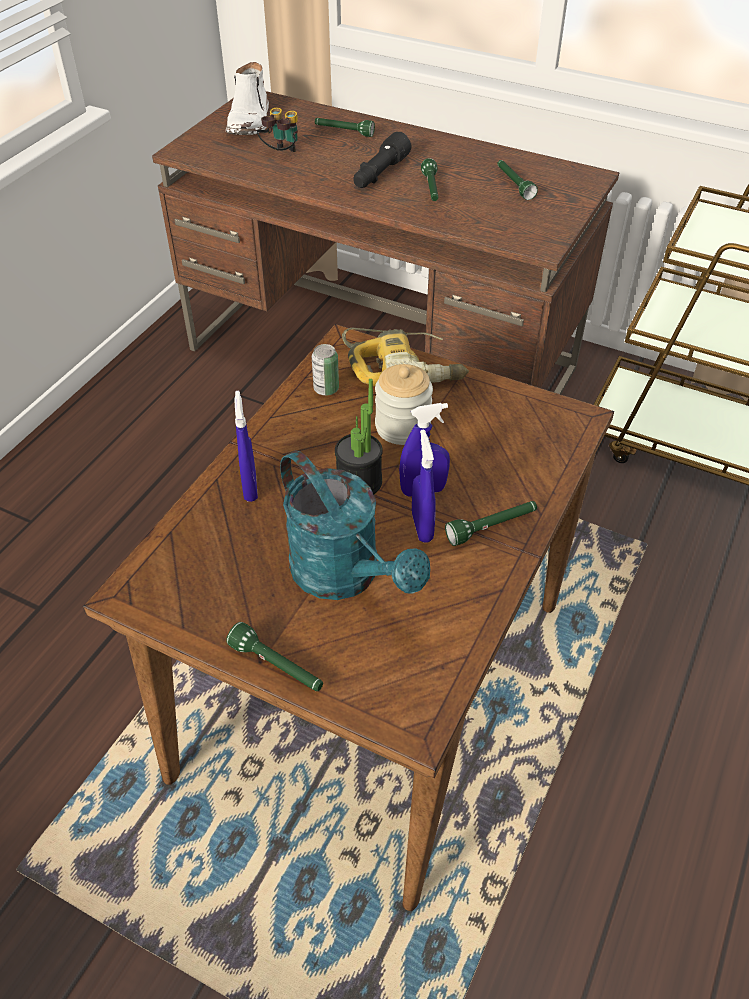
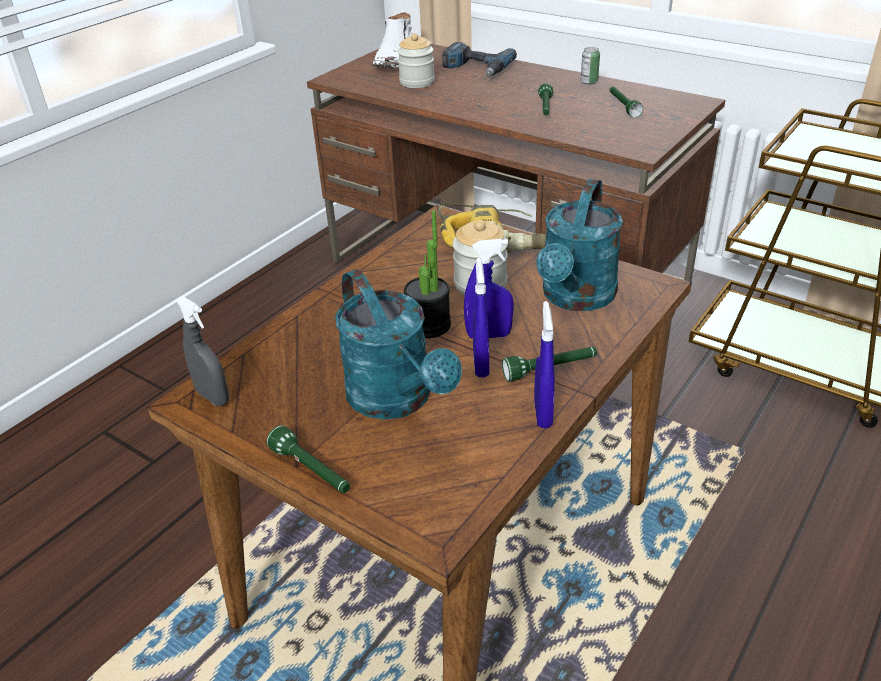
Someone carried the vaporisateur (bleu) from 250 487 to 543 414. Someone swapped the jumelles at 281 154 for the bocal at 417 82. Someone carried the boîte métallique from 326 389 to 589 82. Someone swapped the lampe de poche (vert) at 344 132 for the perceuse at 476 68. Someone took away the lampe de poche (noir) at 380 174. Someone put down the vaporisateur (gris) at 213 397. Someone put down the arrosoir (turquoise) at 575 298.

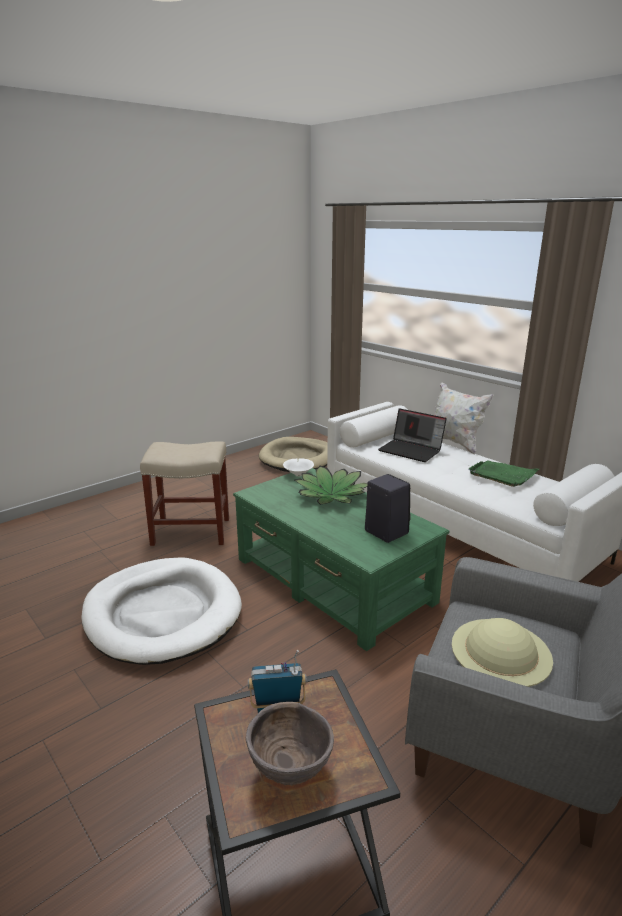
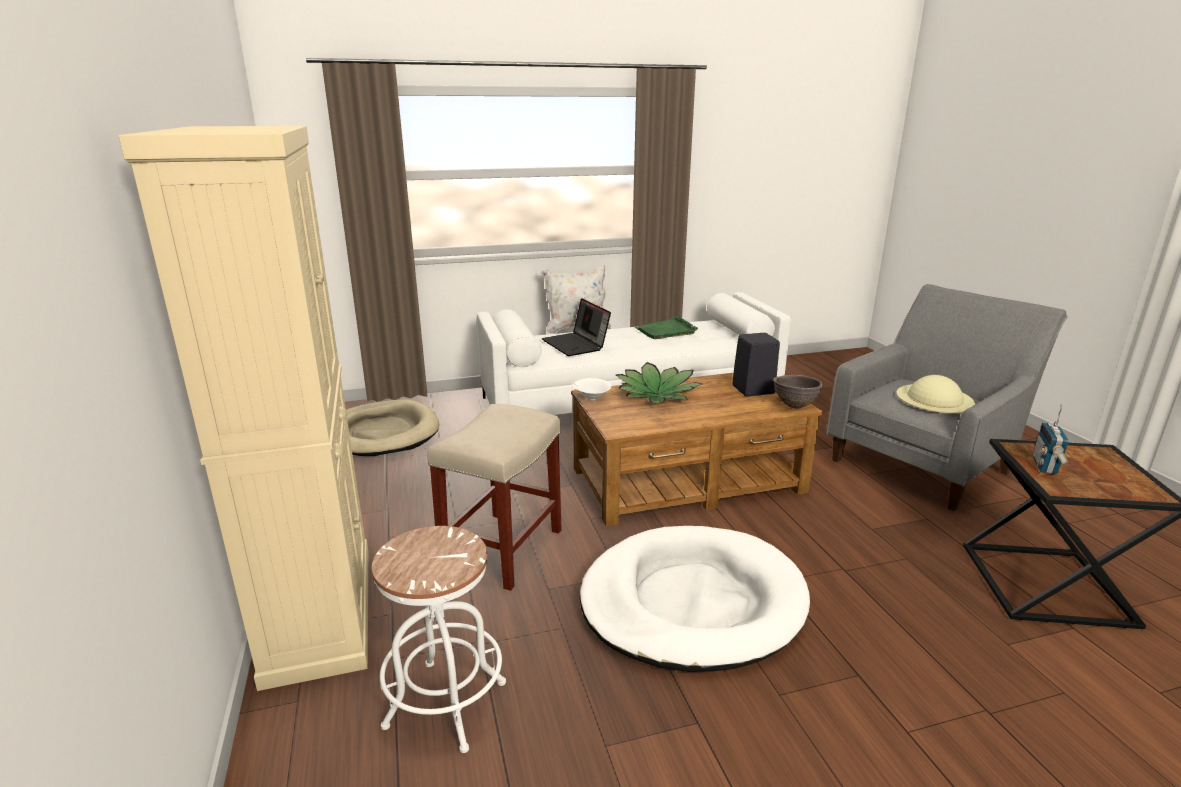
Someone repainted the table basse (vert) at 333 580, which became the table basse (marron) at 688 480. Someone carried the bol (marron) from 290 769 to 795 406. Someone rotated the ordinateur portable at 411 450 by 90 degrees clockwise. Someone put down the meuble de rangement (beige) at 320 610. Someone put down the tabouret (blanc) at 445 704.

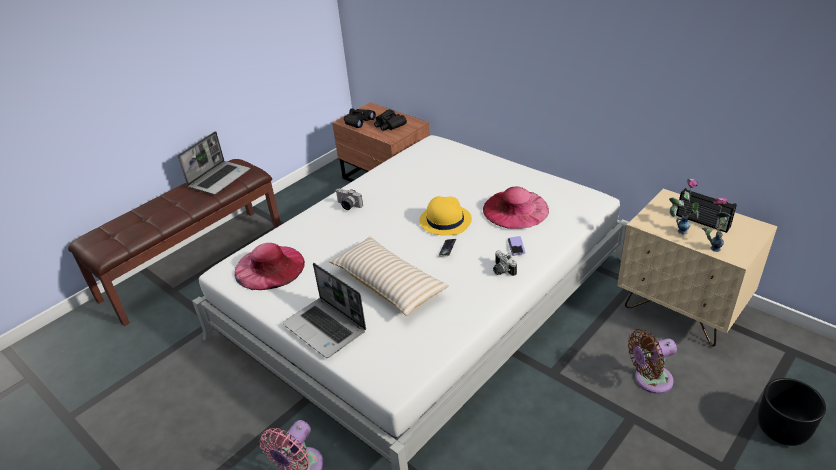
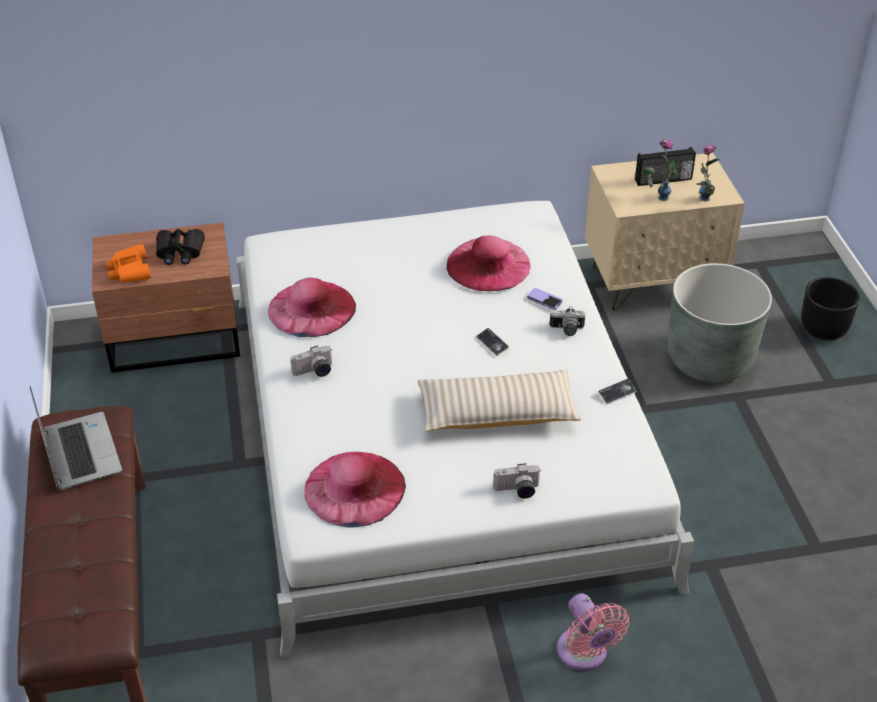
Someone swapped the ordinateur portable at 326 328 for the appareil photo at 517 491. Someone repainted the jumelles (noir) at 358 122, which became the jumelles (orange) at 130 270. Someone took away the chapeau (jaune) at 445 220. Someone swapped the ventilateur (marron) at 649 380 for the cache-pot (gris) at 710 358. Someone put down the chapeau (rose) at 311 308. Someone put down the téléphone at 617 393.

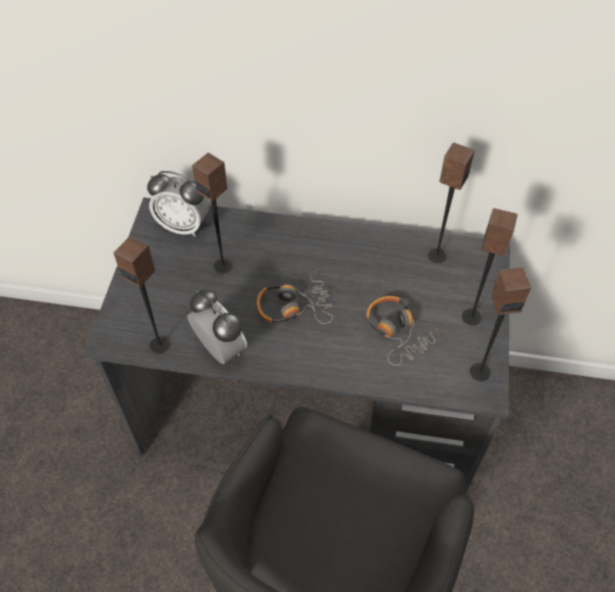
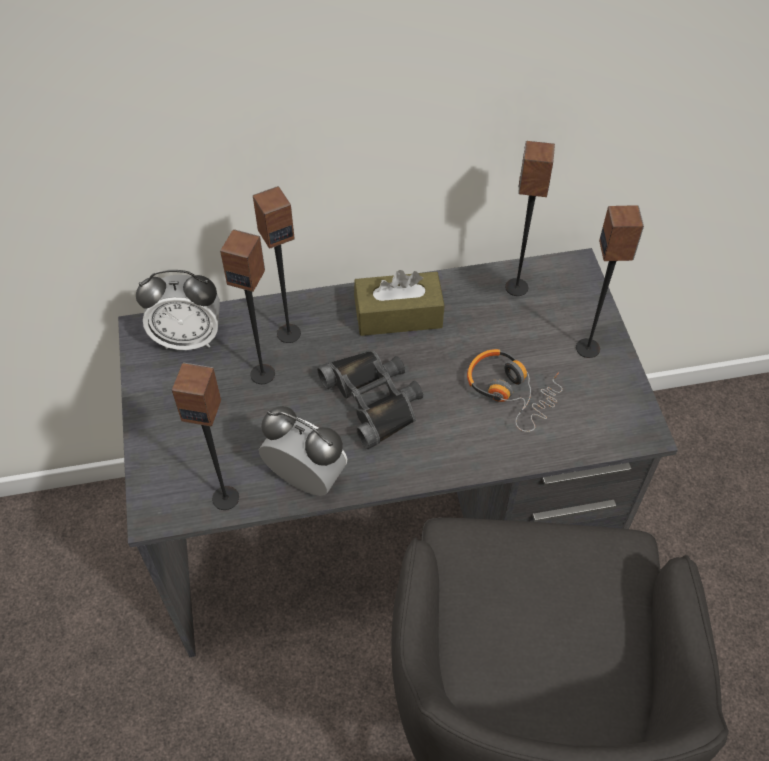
Someone swapped the casque audio at 294 307 for the jumelles (noir) at 374 399. Someone carried the enceinte from 479 371 to 288 333. Someone put down the boîte à mouchoirs (marron) at 398 315.

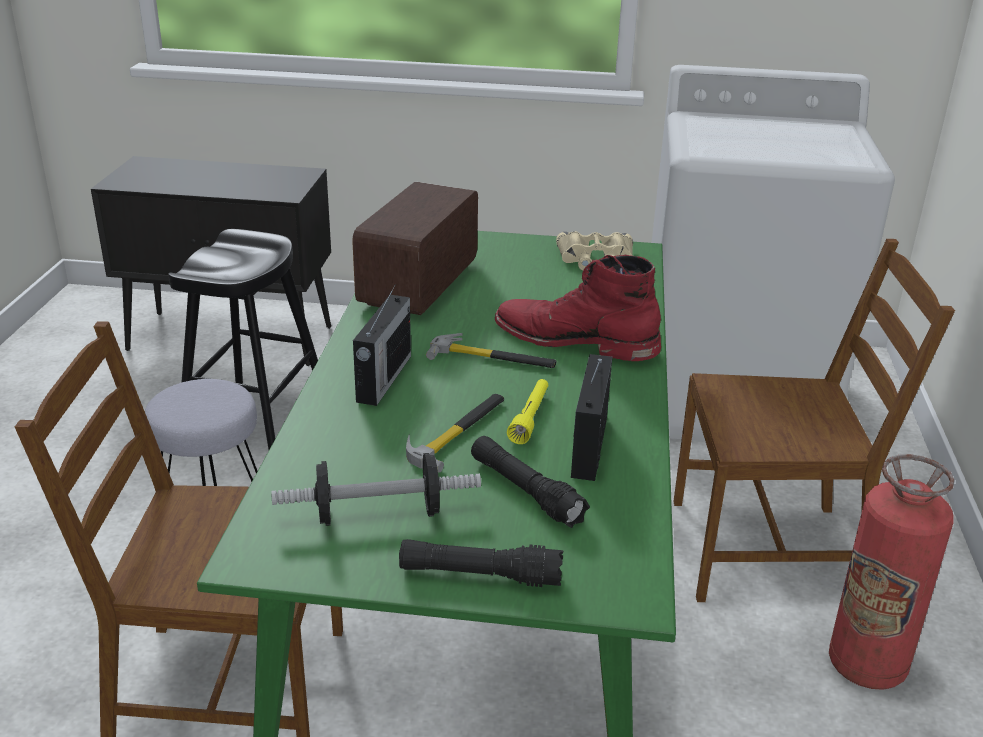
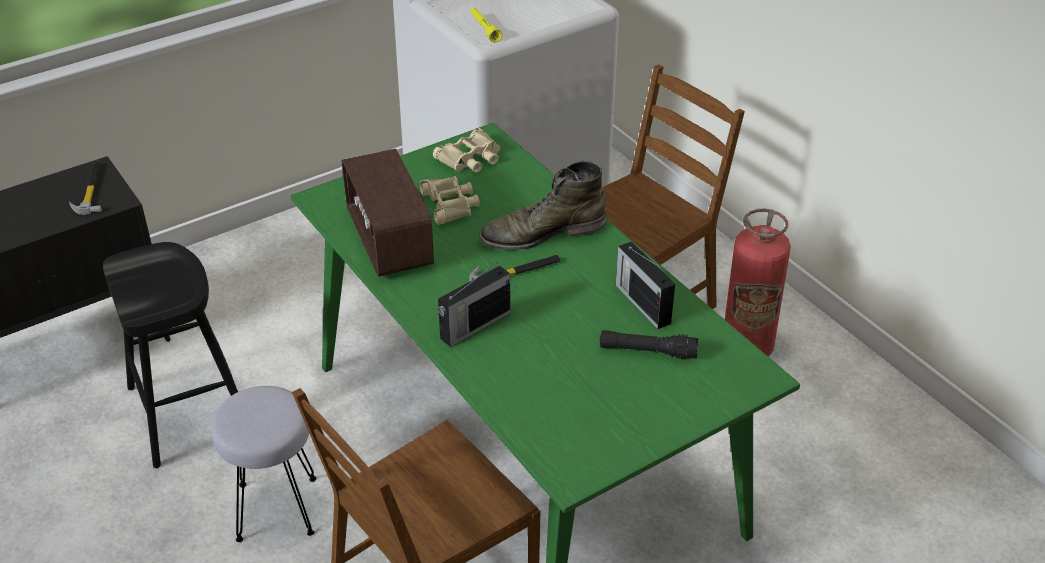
Someone took away the haltère at 378 514. Someone rotated the radio at 383 379 by 75 degrees clockwise. Someone took away the lampe de poche (noir) at 480 575. Someone carried the marteau from 458 432 to 91 189. Someone repainted the botte (rouge) at 575 340, which became the botte (vert) at 542 232. Someone carried the lampe de poche (jaune) from 530 418 to 484 29. Someone put down the jumelles (beige) at 450 204.

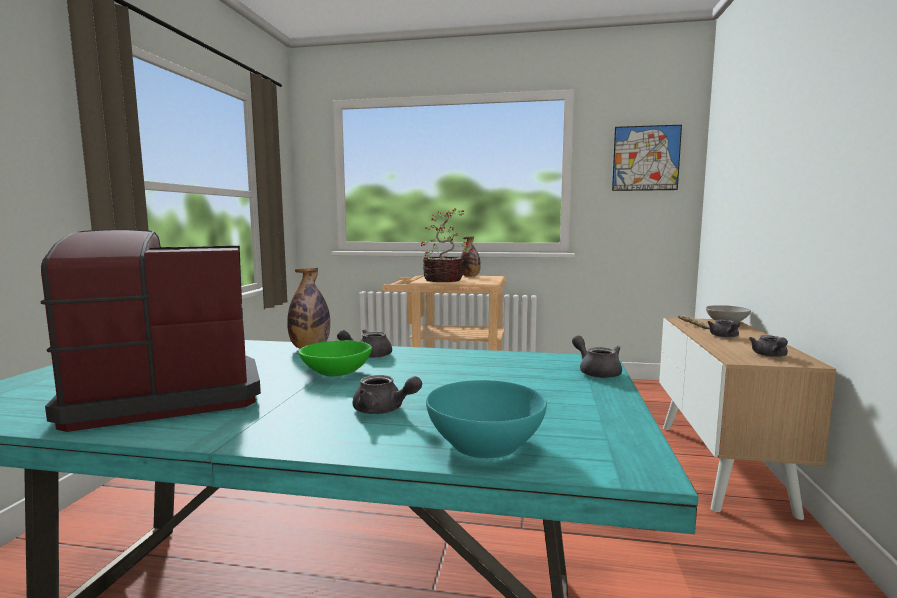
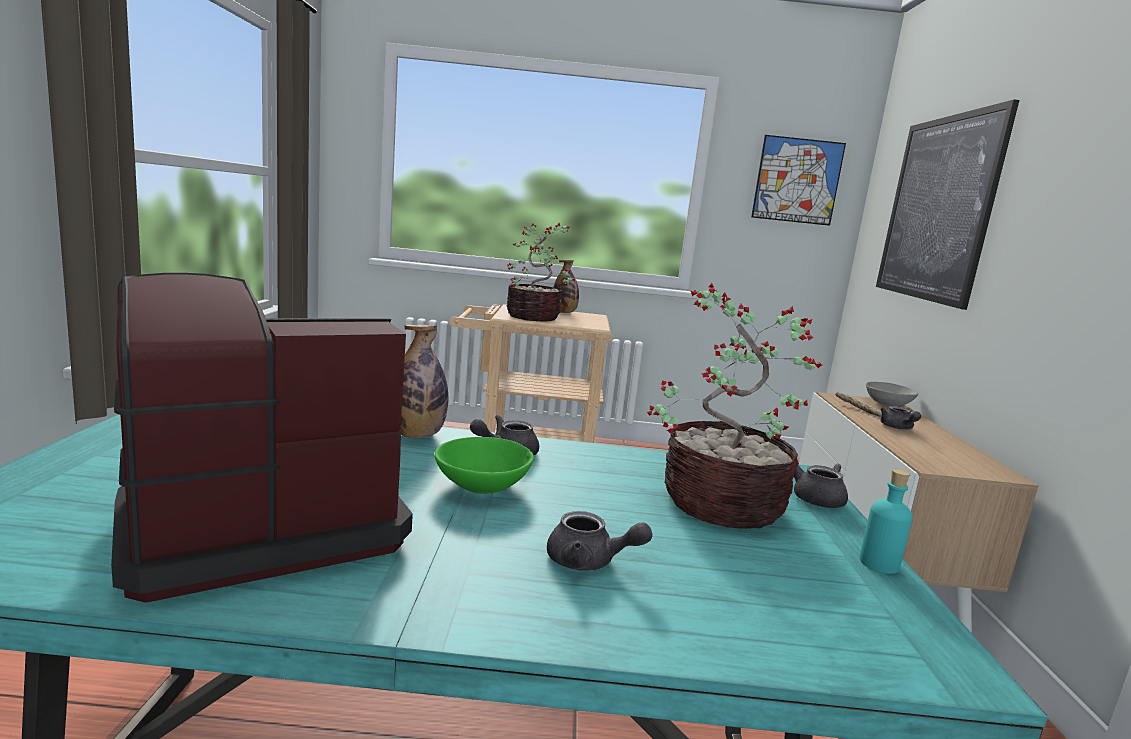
Someone took away the bol (turquoise) at 484 443. Someone took away the théière (gris) at 770 356. Someone put down the plante en pot at 717 503. Someone put down the bouteille (turquoise) at 878 564. Someone put up the tableau at 938 209.

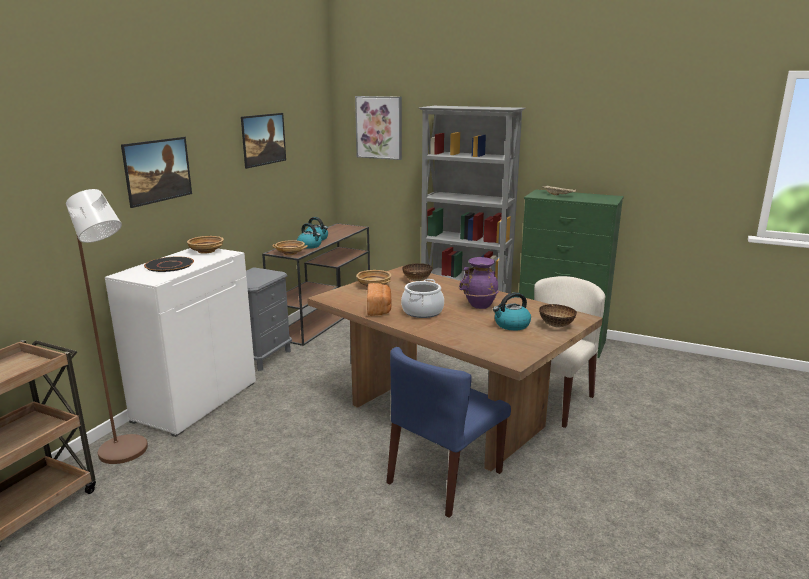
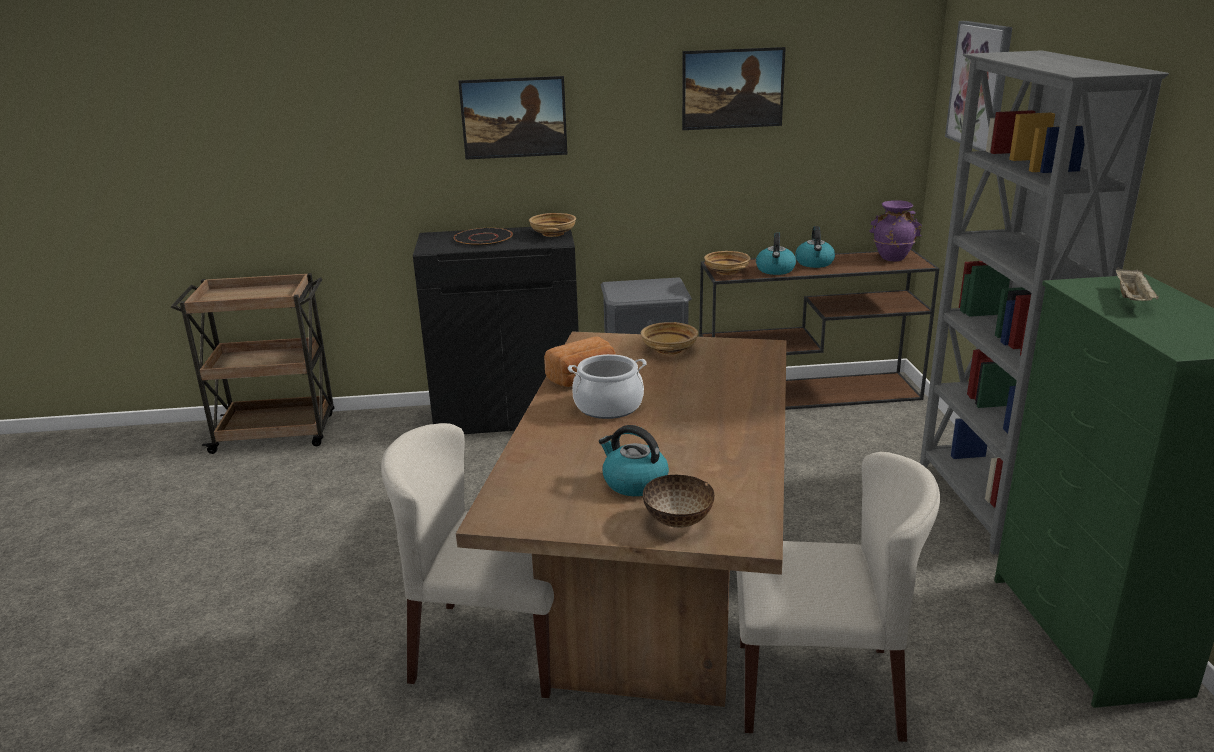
Someone took away the lampadaire (marron) at 128 453. Someone repainted the meuble de rangement (blanc) at 195 401, which became the meuble de rangement (noir) at 510 416. Someone repainted the chaise (bleu) at 445 478, which became the chaise (beige) at 493 649. Someone took away the bol at 416 280. Someone carried the vase (violet) from 479 305 to 892 257.

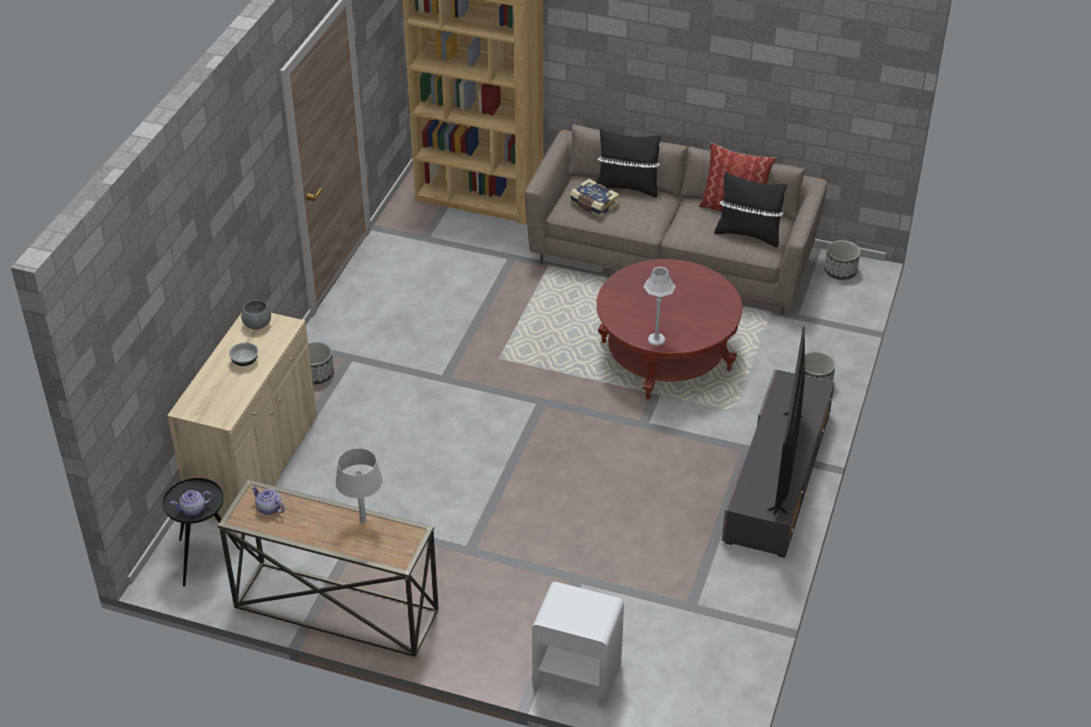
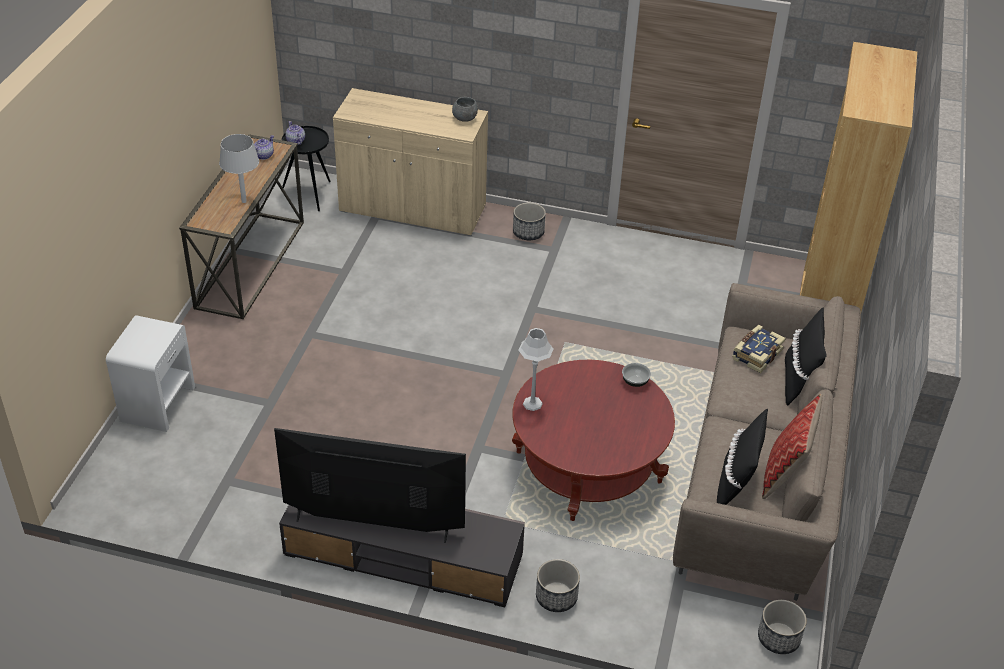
Someone carried the bol from 245 361 to 635 381.

